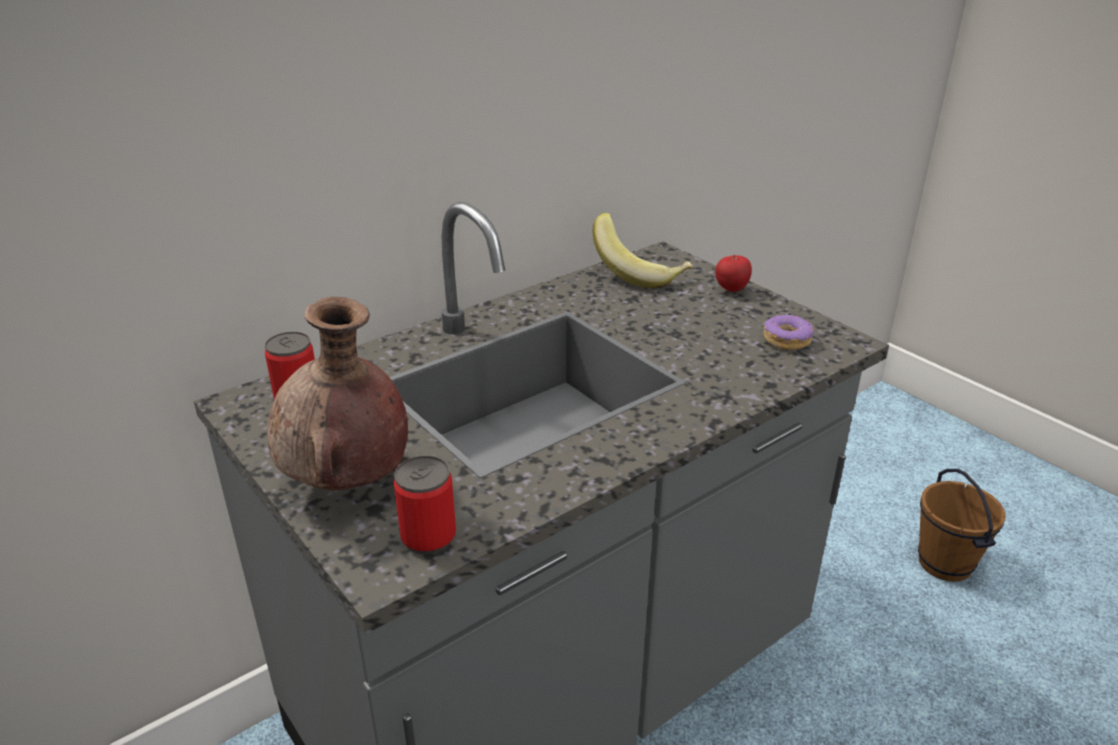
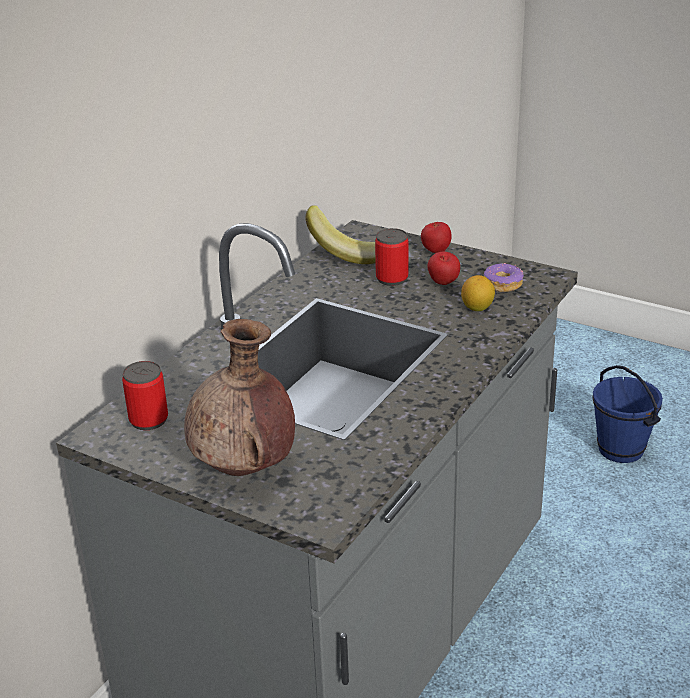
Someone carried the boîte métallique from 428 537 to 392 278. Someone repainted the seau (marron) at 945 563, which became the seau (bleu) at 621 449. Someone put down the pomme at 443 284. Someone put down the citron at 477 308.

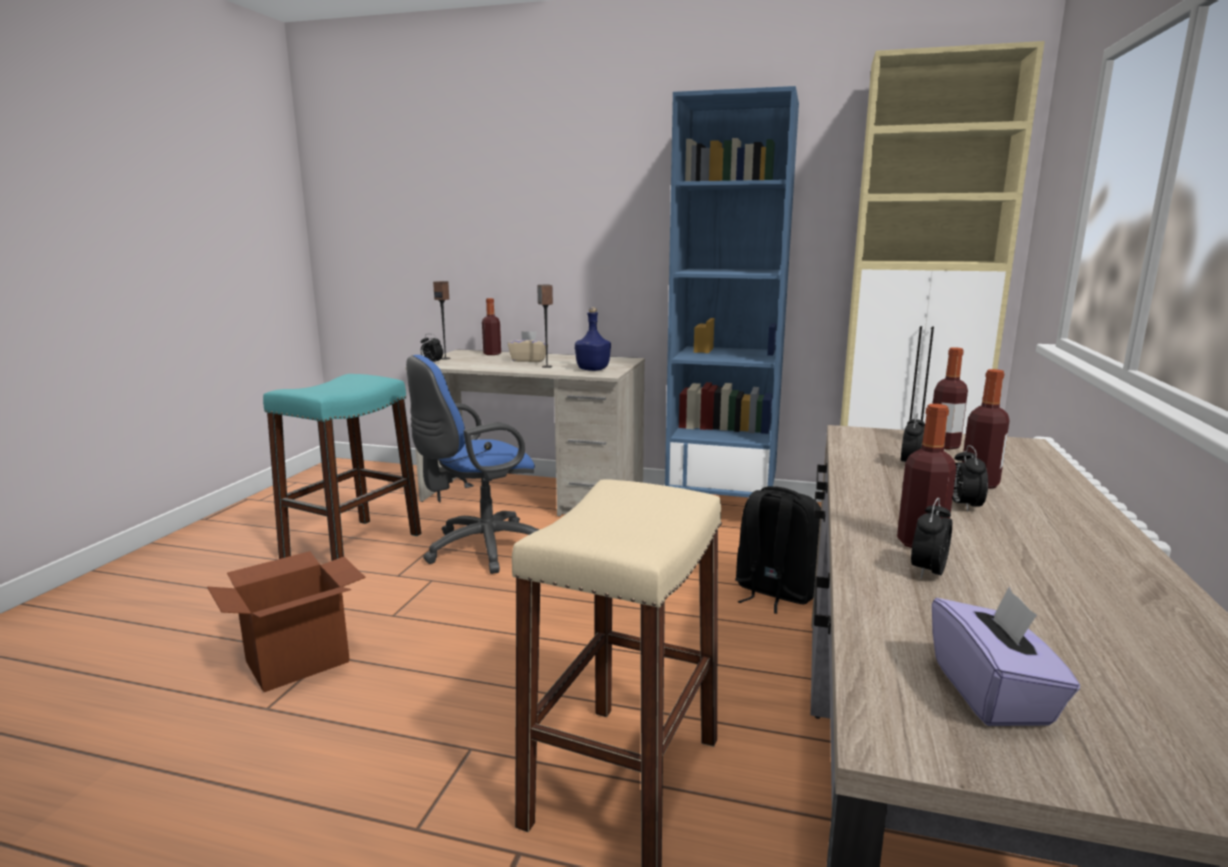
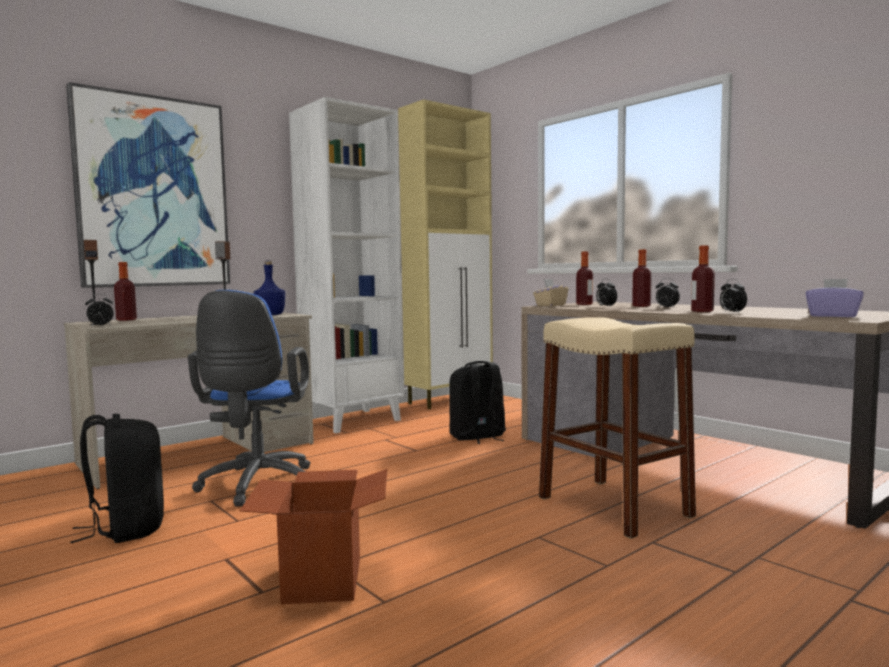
Someone swapped the tabouret (turquoise) at 353 546 for the sac à dos (noir) at 126 529. Someone carried the boîte à mouchoirs (beige) from 528 360 to 550 305. Someone repainted the bibliothèque (bleu) at 722 508, which became the bibliothèque (blanc) at 353 420. Someone put up the tableau at 153 192.

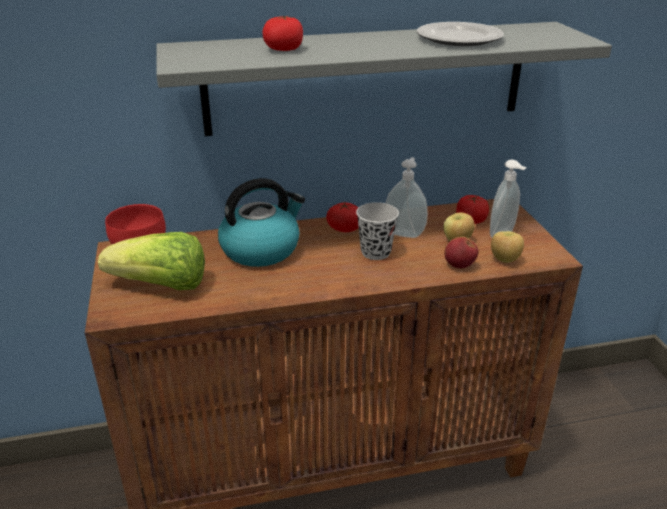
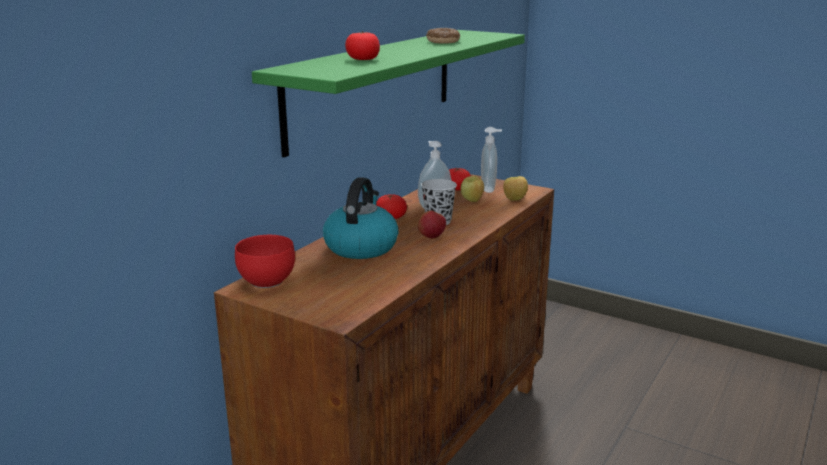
Someone took away the laitue at 162 286. Someone repainted the étagère (gris) at 367 78, which became the étagère (vert) at 374 86. Someone swapped the assiette at 458 39 for the beignet at 443 42. Someone carried the pomme from 459 266 to 431 237.

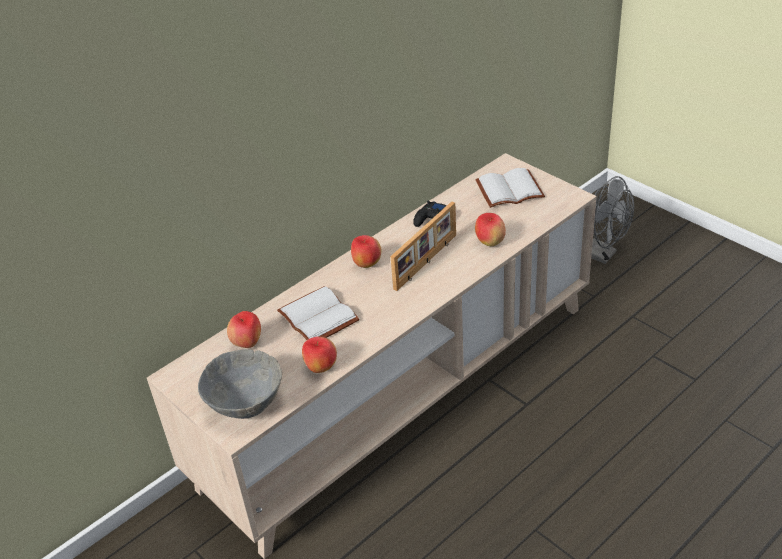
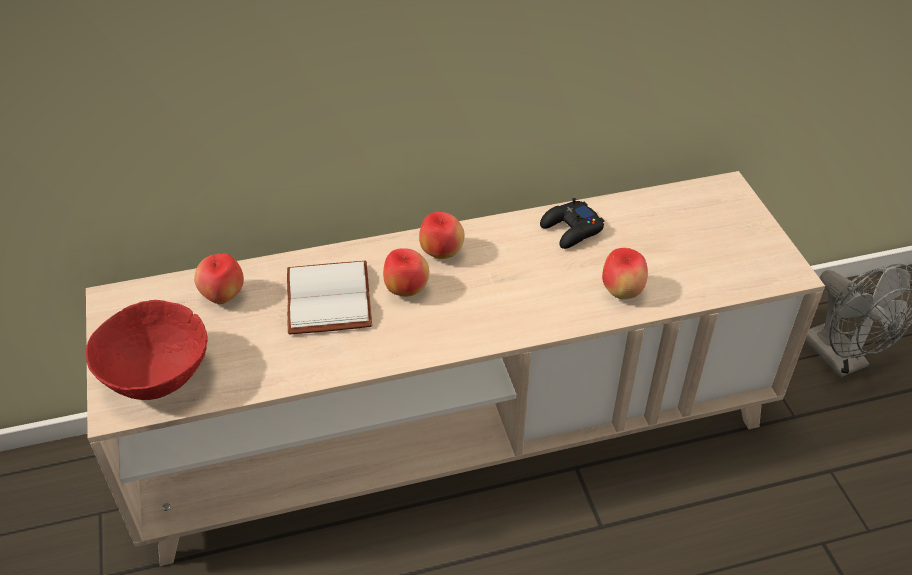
Someone repainted the bol (gris) at 245 404, which became the bol (rouge) at 157 377. Someone carried the pomme from 321 368 to 406 290. Someone took away the cadre photo at 427 262. Someone took away the livre (blanc) at 510 189.

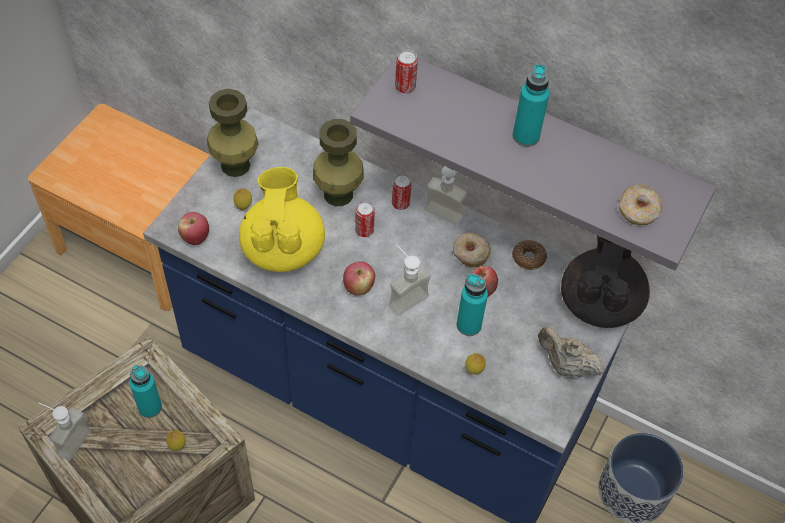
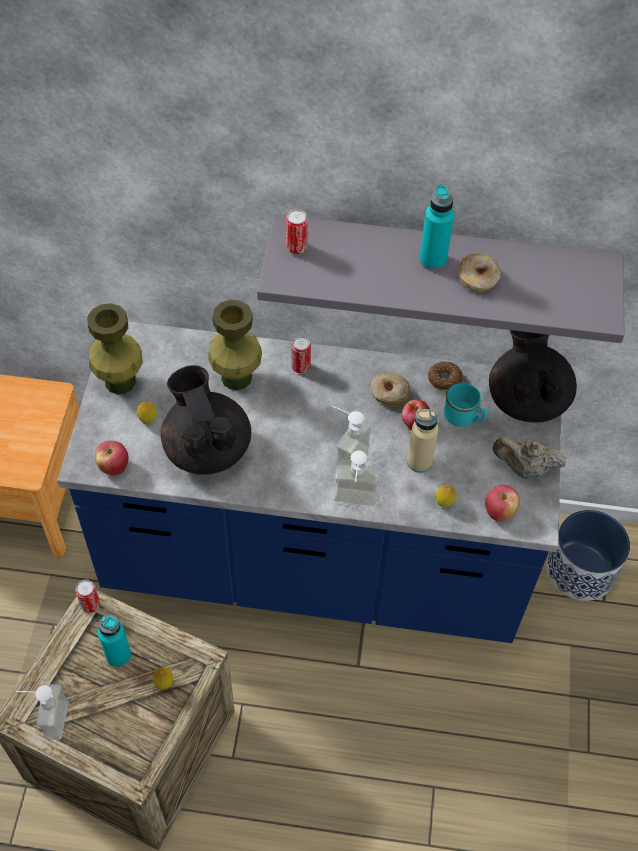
Someone repainted the théière (jaune) at 283 248, which became the théière (noir) at 207 448. Someone carried the pomme from 358 287 to 499 512. Someone carried the boîte métallique from 364 230 to 90 605. Someone carried the distributeur de savon from 439 218 to 354 504. Someone repainted the bouteille (turquoise) at 468 325, which became the bouteille (beige) at 419 462. Someone carried the beignet from 638 210 to 478 278. Someone put down the mug (turquoise) at 464 418.

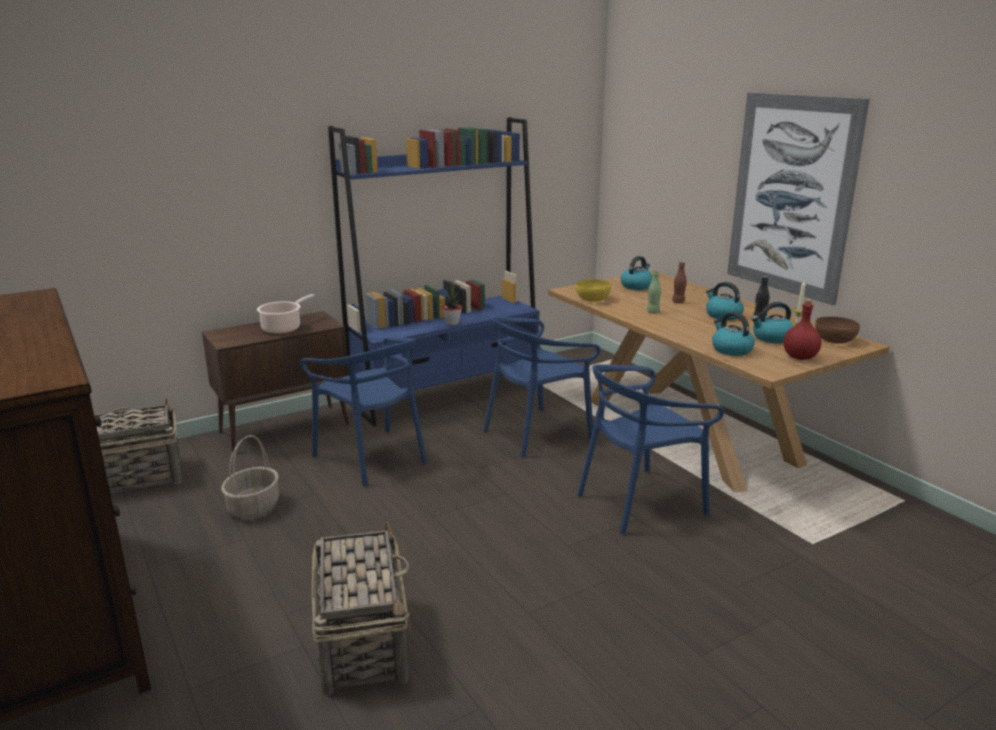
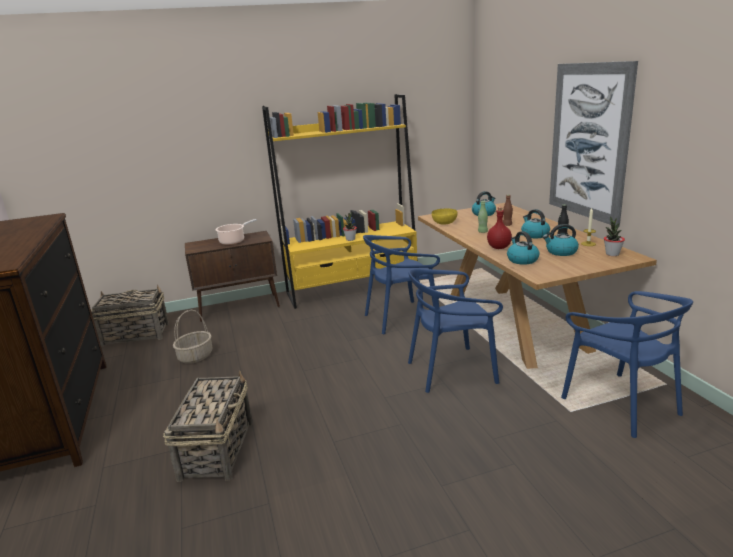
Someone carried the chaise (bleu) from 371 457 to 621 404. Someone repainted the bibliothèque (bleu) at 447 394, which became the bibliothèque (jaune) at 353 289. Someone carried the bouteille (rouge) from 799 357 to 499 247. Someone swapped the bol (marron) at 834 340 for the plante en pot at 612 254.

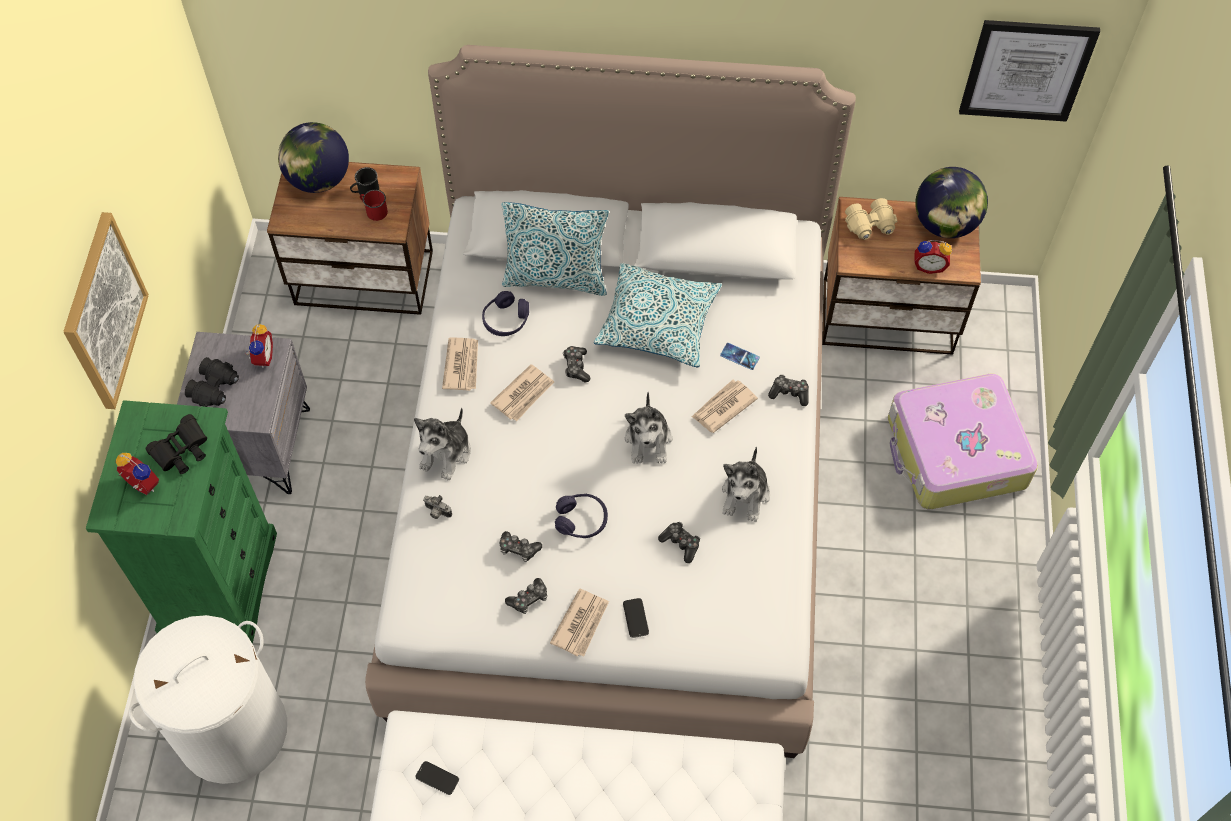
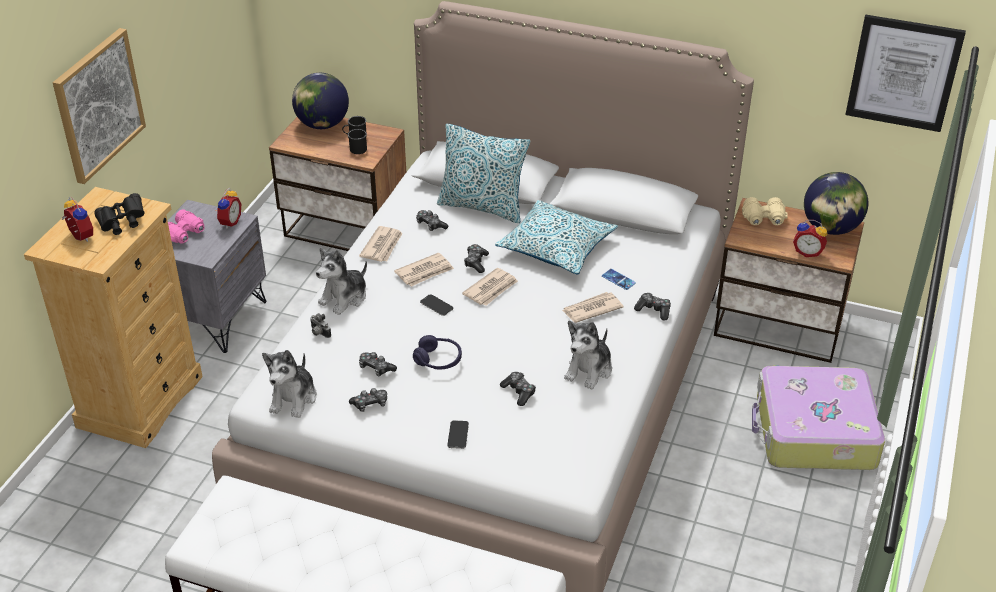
Someone repainted the commode (vert) at 219 584, which became the commode (beige) at 140 401. Someone took away the panier à linge (blanc) at 232 729. Someone repainted the jumelles (noir) at 215 388, which became the jumelles (rose) at 184 234. Someone repainted the mug (rouge) at 374 211, which became the mug (noir) at 356 148. Someone carried the téléphone from 437 778 to 436 305. Someone swapped the casque audio (violet) at 506 320 for the manette at 430 225. Someone carried the journal from 581 624 to 491 289. Someone carried the peluche from 648 440 to 294 398.

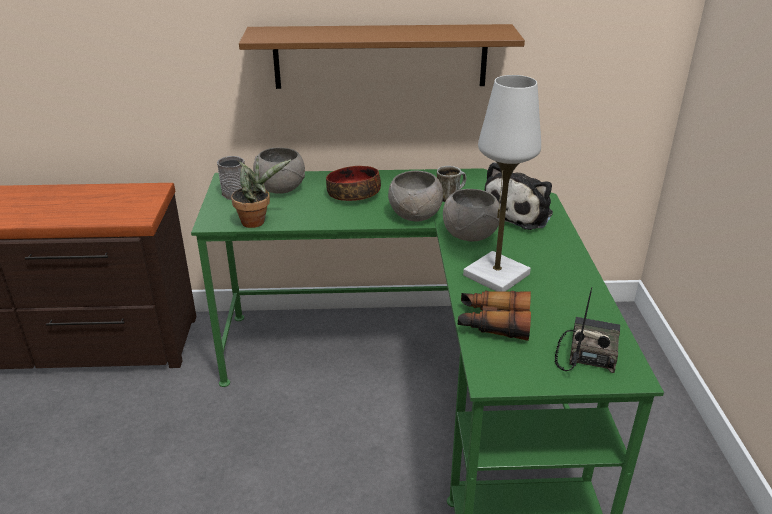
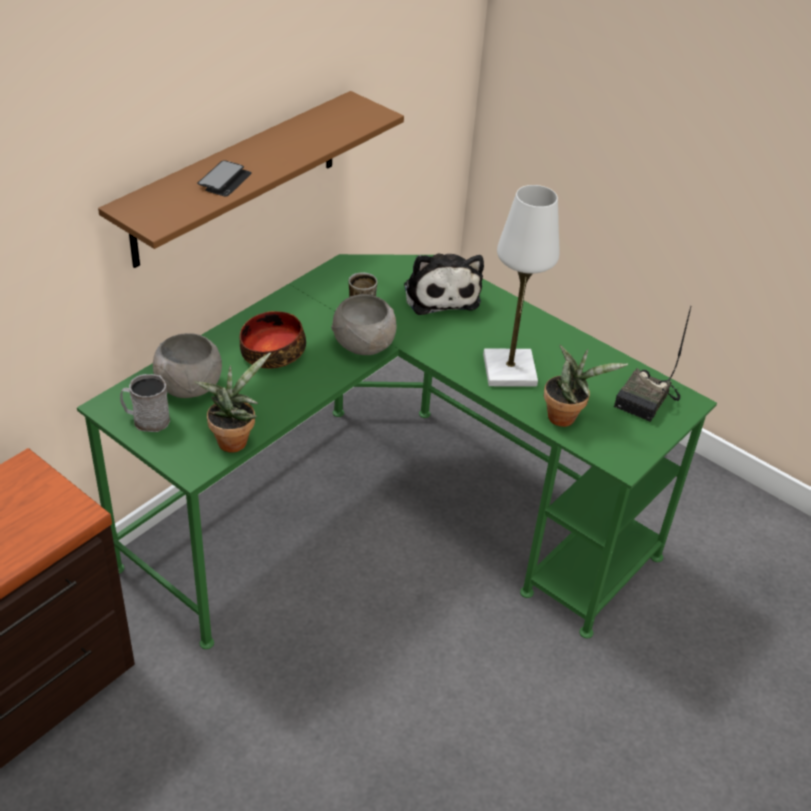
Someone took away the bol (gris) at 470 235. Someone swapped the jumelles at 493 323 for the plante en pot at 565 417. Someone rotated the radio at 587 352 by 120 degrees counterclockwise. Someone put down the téléphone at 225 180.

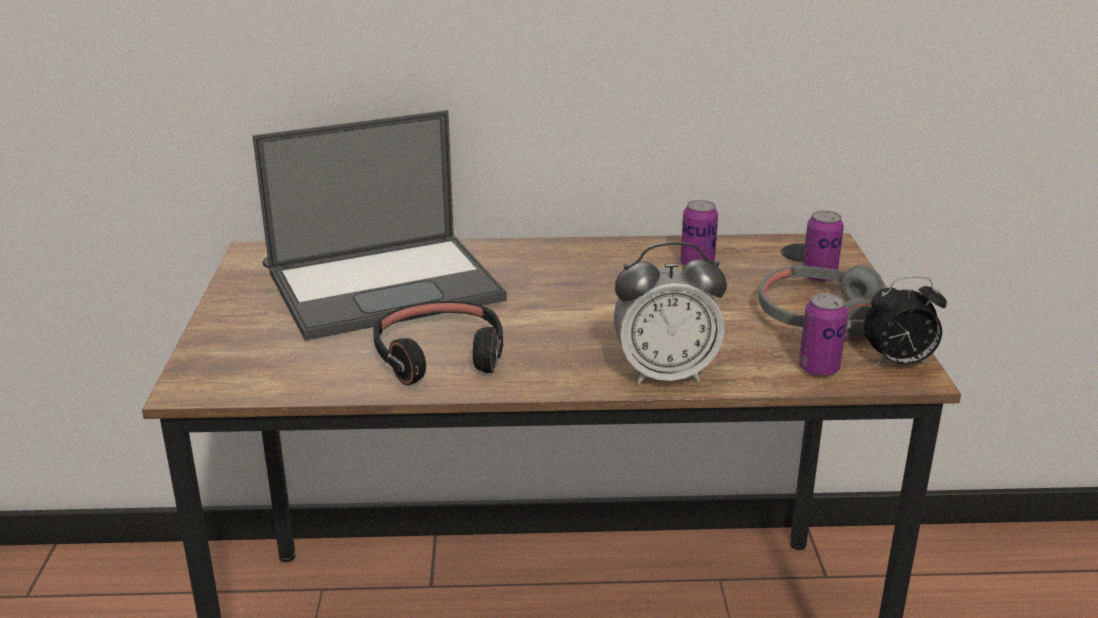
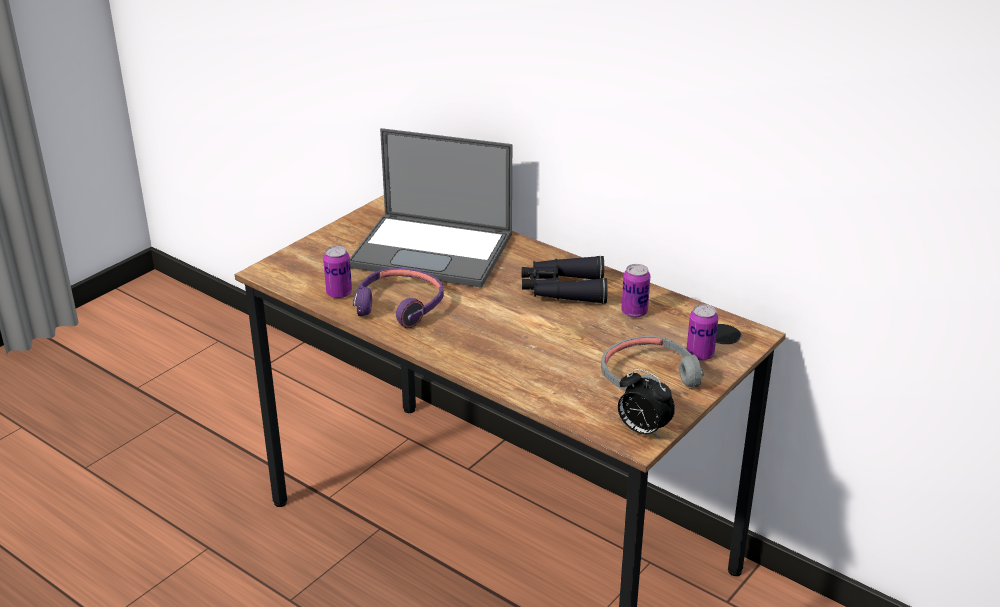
Someone repainted the casque audio (noir) at 440 355, which became the casque audio (violet) at 399 306. Someone took away the réveil at 665 374. Someone carried the boîte métallique from 818 368 to 339 293. Someone put down the jumelles (noir) at 563 290.

